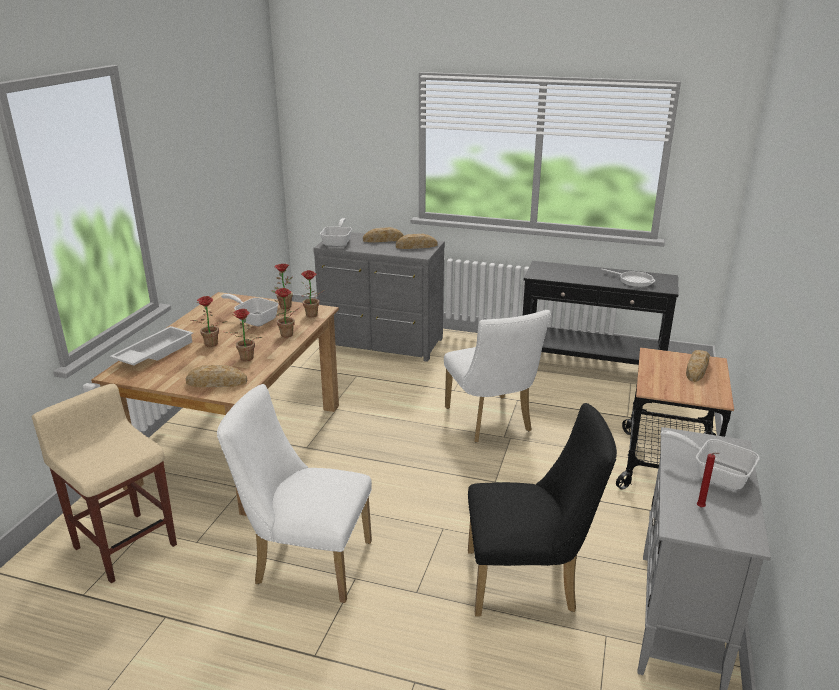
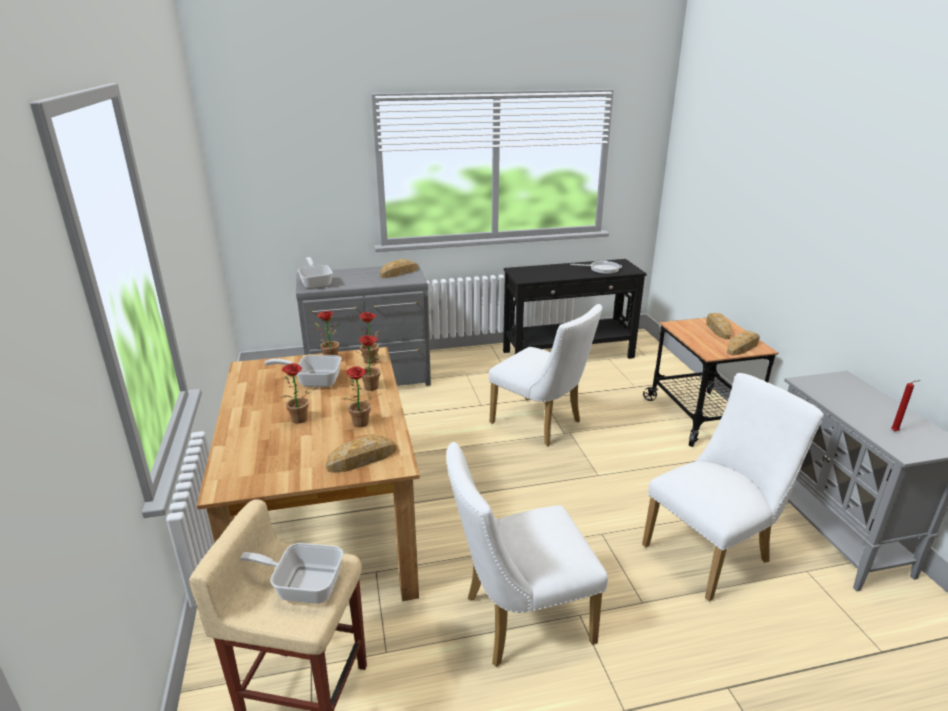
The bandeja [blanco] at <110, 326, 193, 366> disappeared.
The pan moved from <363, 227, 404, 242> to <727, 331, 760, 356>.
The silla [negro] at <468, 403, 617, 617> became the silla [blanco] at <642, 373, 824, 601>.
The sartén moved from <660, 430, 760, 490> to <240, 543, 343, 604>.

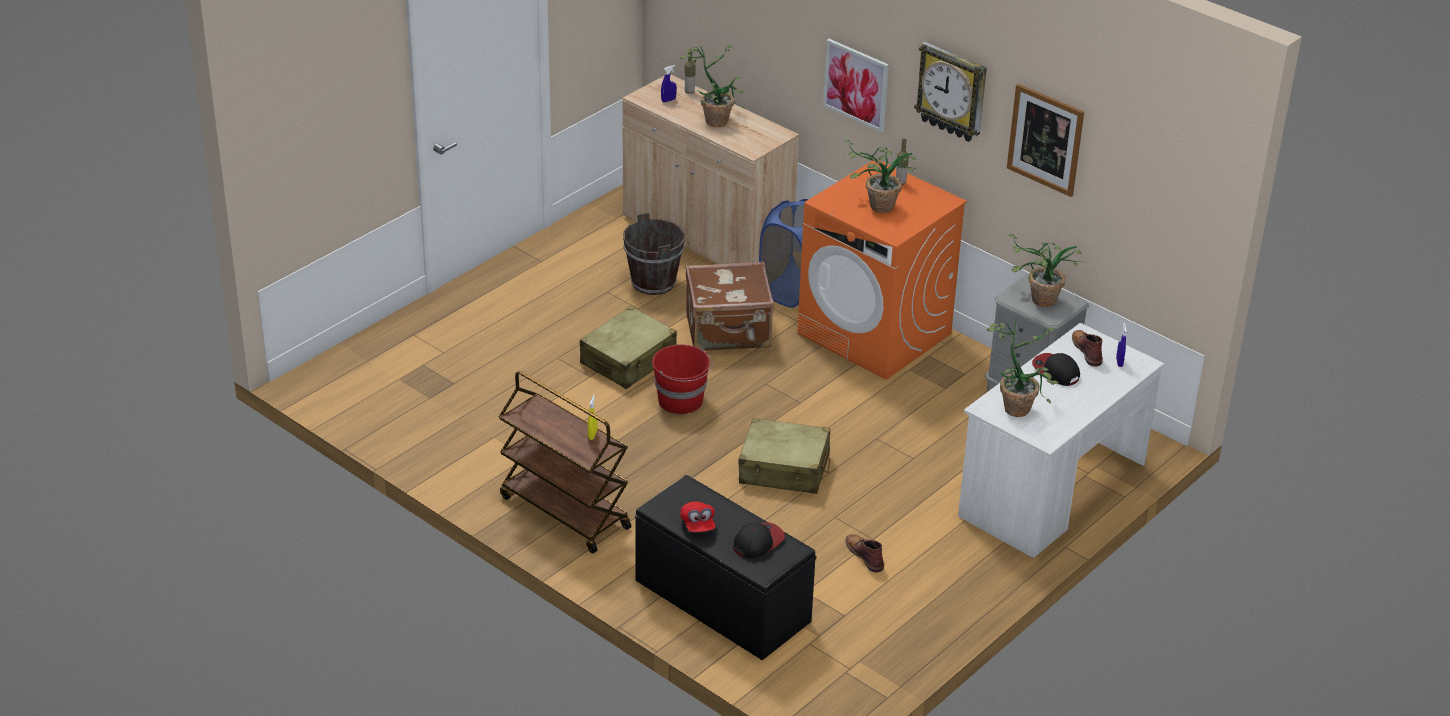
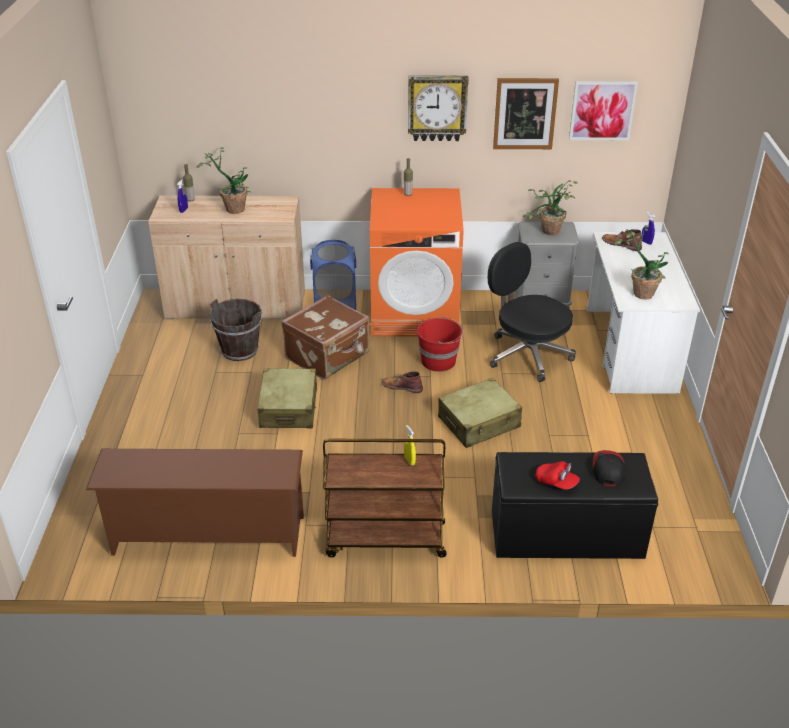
The cubo [rojo] moved from <652, 344, 713, 414> to <417, 317, 464, 372>.
The cuadro moved from <823, 39, 889, 132> to <569, 81, 638, 140>.
The planta en maceta at <844, 140, 921, 213> disappeared.
The bota [marrón] moved from <845, 534, 884, 573> to <381, 371, 423, 393>.
The gorra at <1032, 353, 1080, 386> disappeared.
The zapatero [marrón] at <86, 449, 304, 557> appeared.
The silla de oficina [negro] at <488, 242, 576, 382> appeared.

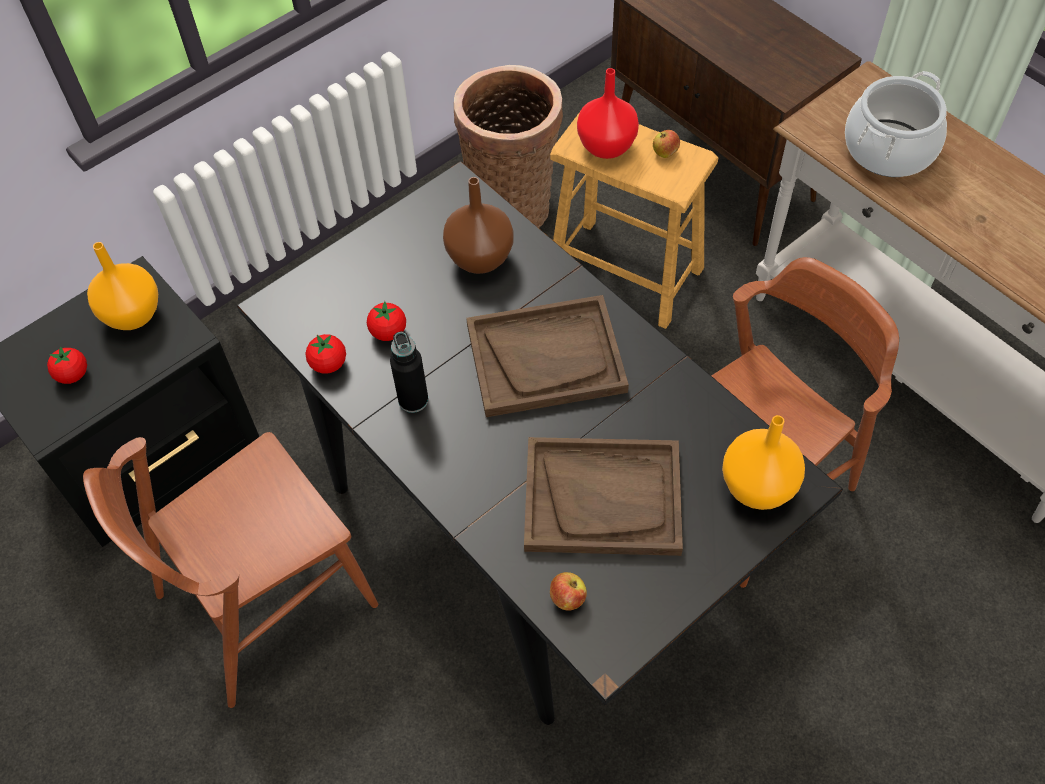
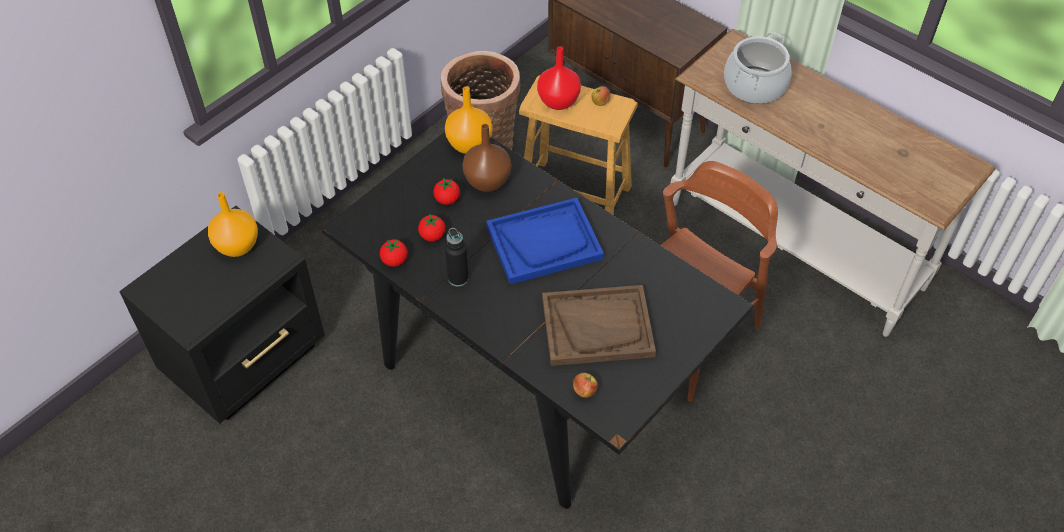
The tomate moved from <47, 346, 87, 384> to <433, 178, 460, 205>.
The silla [marrón] at <83, 432, 378, 708> disappeared.
The bandeja [marrón] at <466, 295, 629, 417> became the bandeja [azul] at <486, 198, 604, 284>.
The florero [naranja] moved from <722, 415, 805, 510> to <445, 86, 492, 154>.

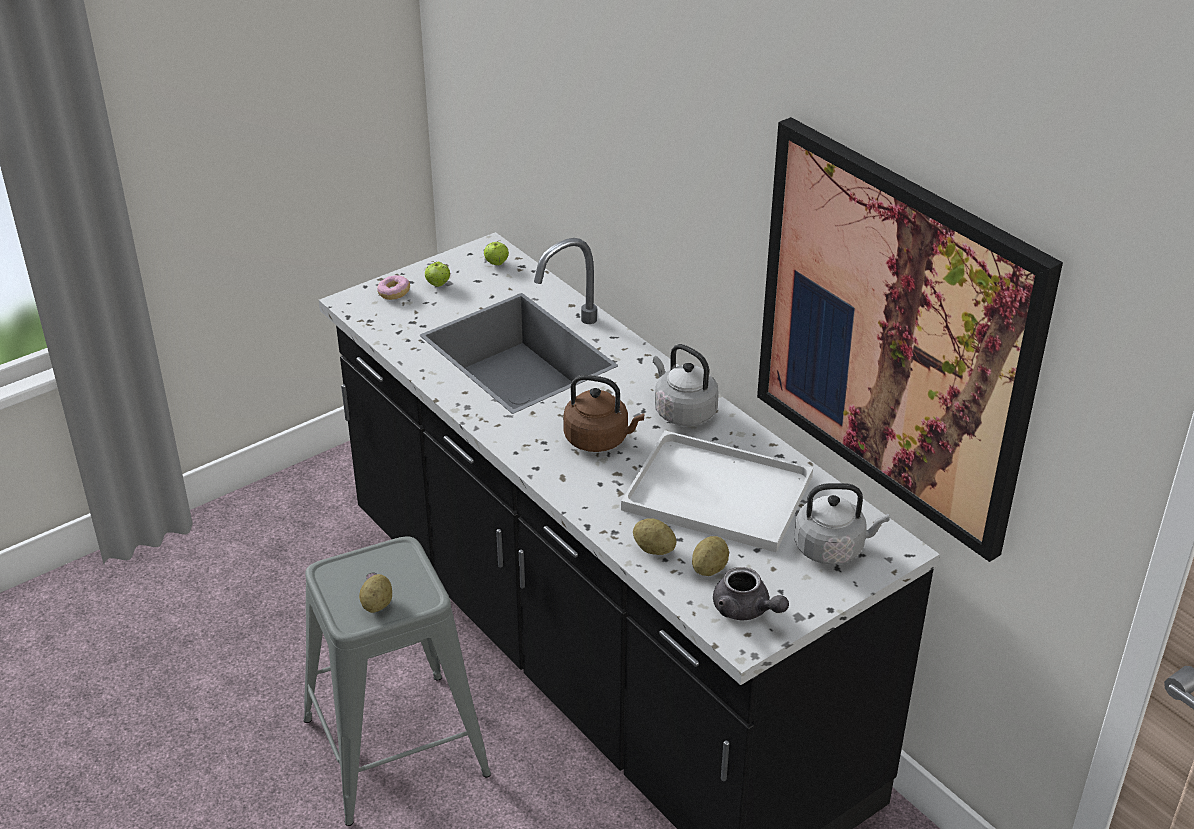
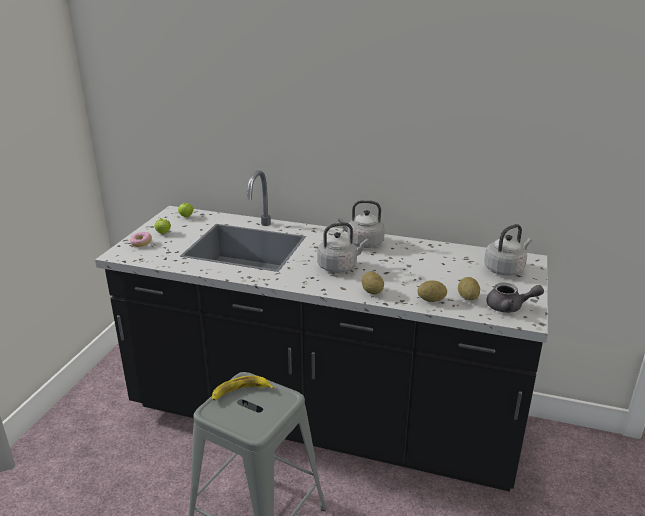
The patata moved from <359, 574, 392, 613> to <362, 271, 384, 294>.
The hervidor [marrón] at <563, 375, 645, 452> became the hervidor [gris] at <317, 222, 368, 273>.
The bandeja [blanco] at <621, 430, 813, 552> disappeared.
The cuadro at <757, 117, 1063, 562> disappeared.
The plátano at <212, 376, 274, 401> appeared.

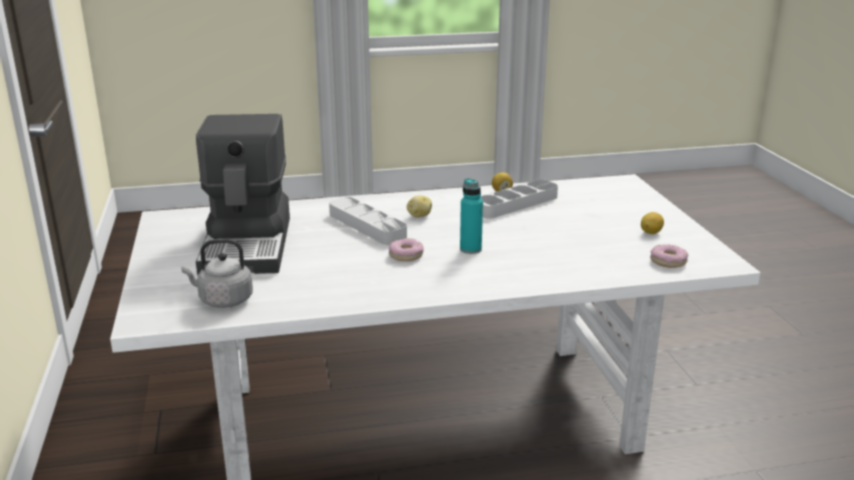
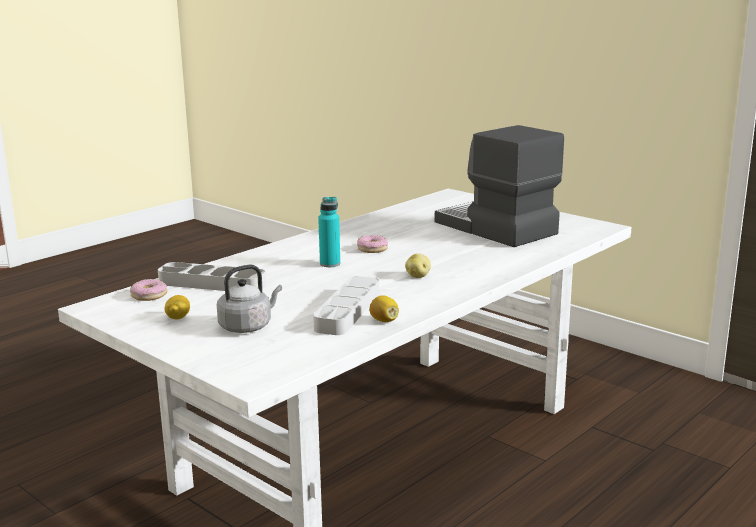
The hervidor [gris] moved from <181, 239, 253, 308> to <217, 264, 282, 333>.
The bandeja [gris] moved from <329, 197, 407, 245> to <158, 262, 266, 291>.

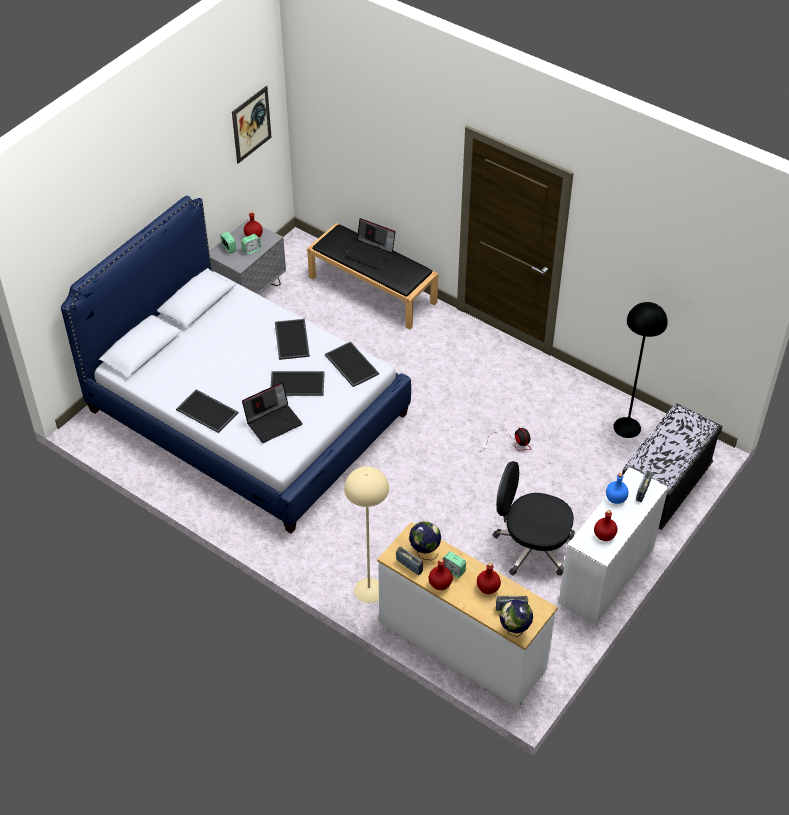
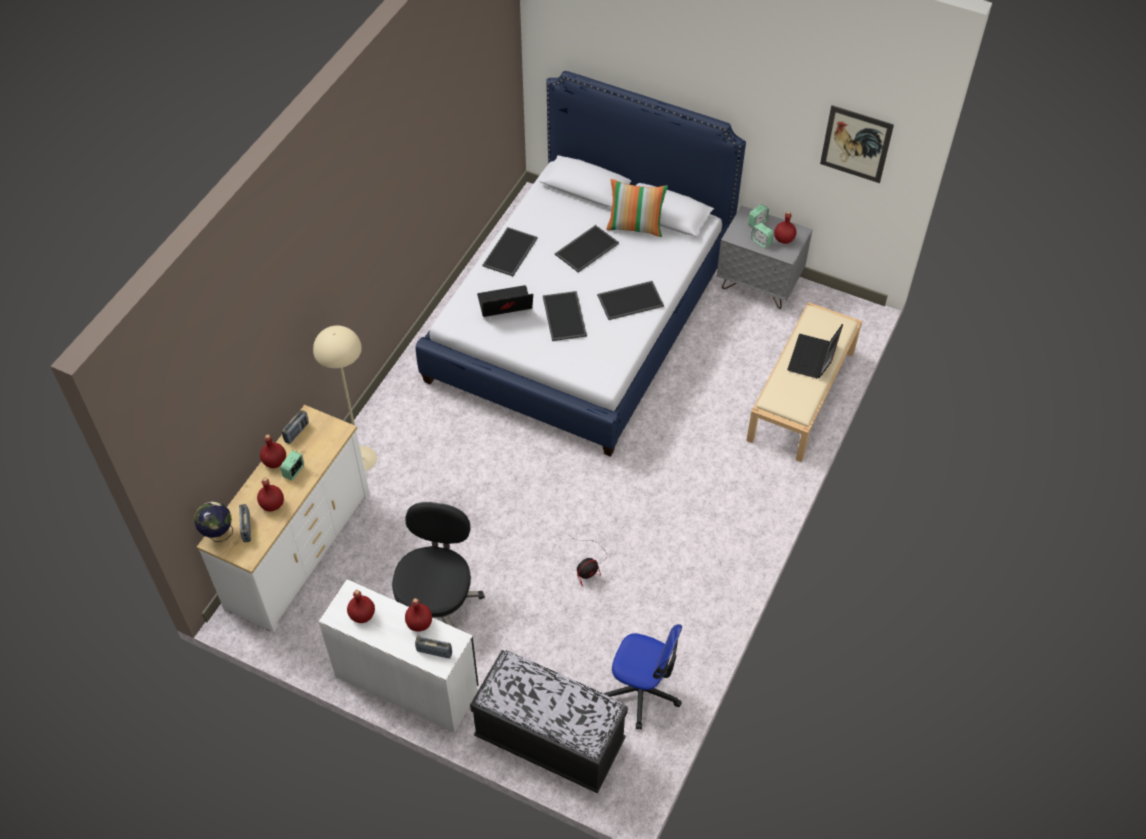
The portátil at <242, 382, 303, 443> turned 120 degrees clockwise.
The banco [negro] at <307, 223, 438, 330> became the banco [beis] at <746, 302, 862, 462>.
The bandeja moved from <325, 342, 379, 387> to <555, 225, 619, 272>.
The globo terráqueo at <409, 521, 441, 560> disappeared.
The botella [azul] at <606, 473, 628, 504> became the botella [rojo] at <405, 598, 432, 632>.
The lámpara de pie [negro] at <613, 302, 668, 438> was replaced by the silla de oficina at <603, 624, 682, 730>.
The cojín at <606, 179, 668, 237> appeared.

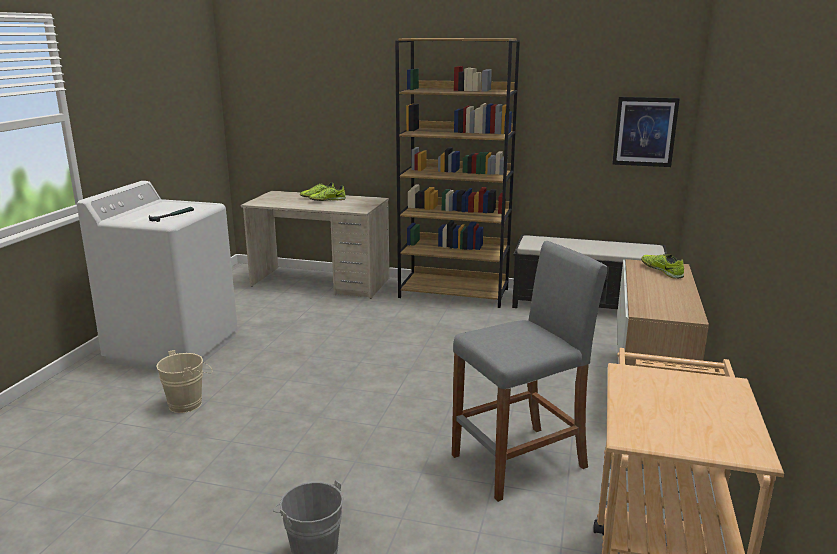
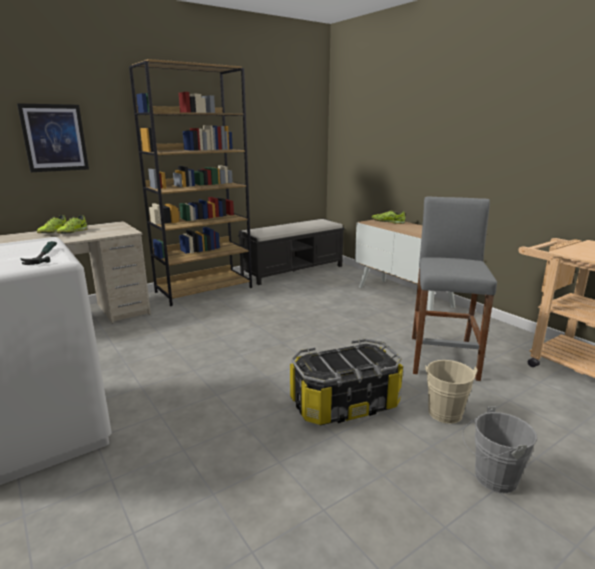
The cubo [beis] moved from <156, 350, 212, 413> to <425, 360, 478, 424>.
The cuadro moved from <612, 97, 680, 167> to <17, 103, 89, 172>.
The caja de almacenaje at <290, 339, 403, 425> appeared.

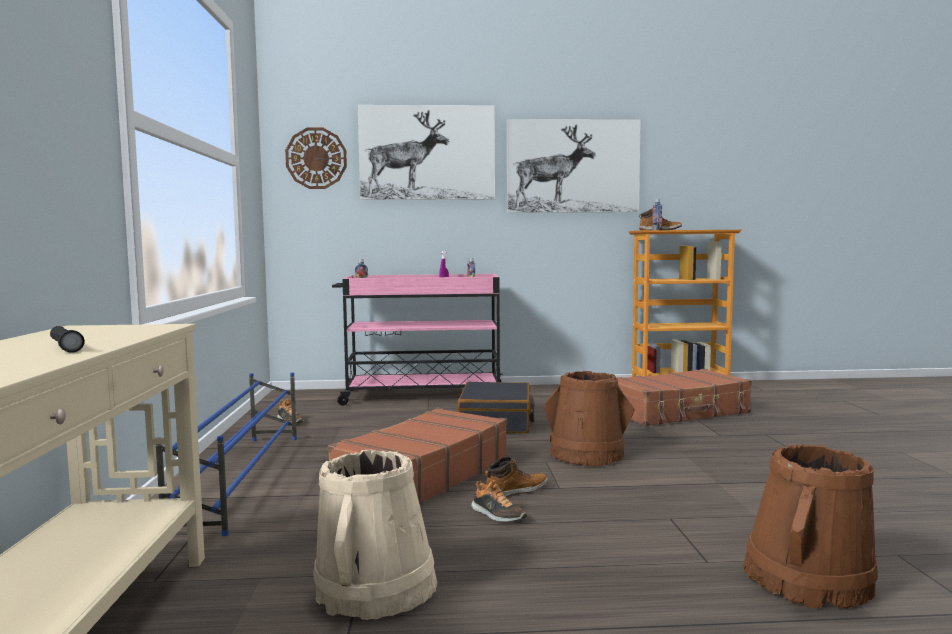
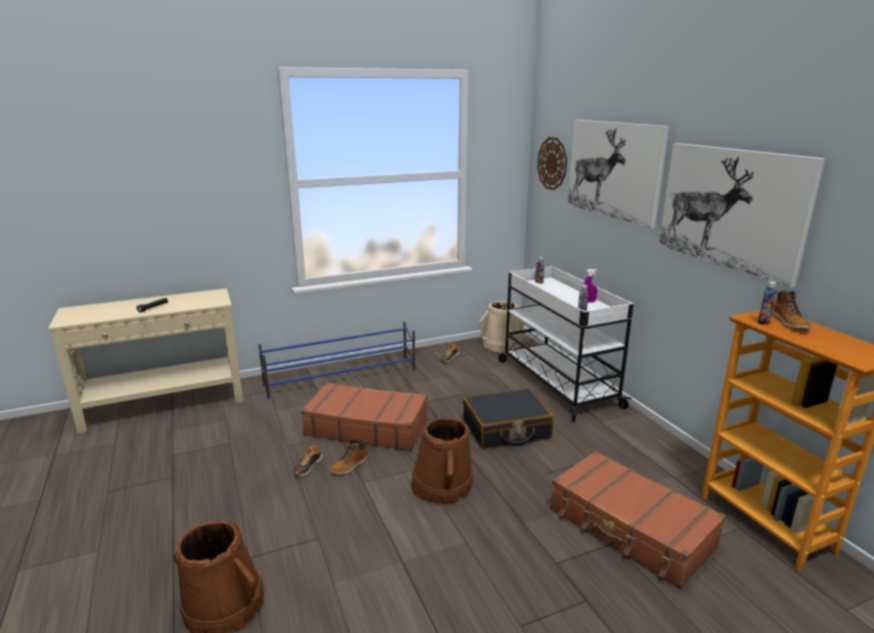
The cubo [beis] moved from <313, 450, 437, 620> to <479, 301, 525, 353>.
The carrito [rosa] at <332, 274, 503, 406> became the carrito [blanco] at <498, 266, 634, 421>.
The bota at <485, 456, 548, 497> turned 90 degrees clockwise.

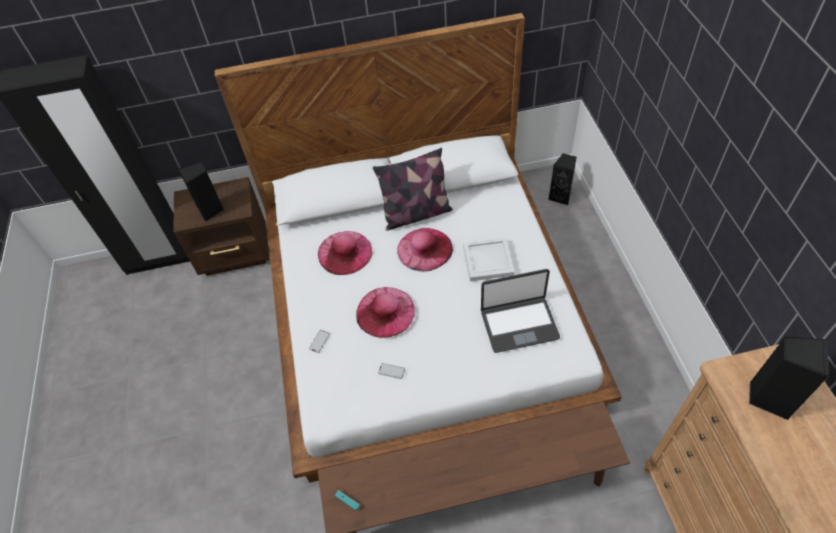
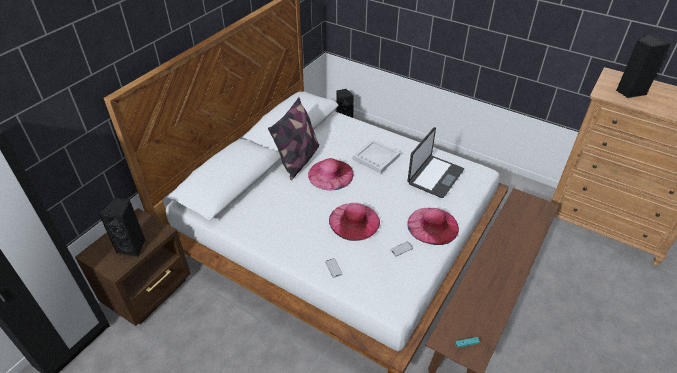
The sombrero [rosa] moved from <318, 231, 372, 275> to <407, 208, 459, 245>.

